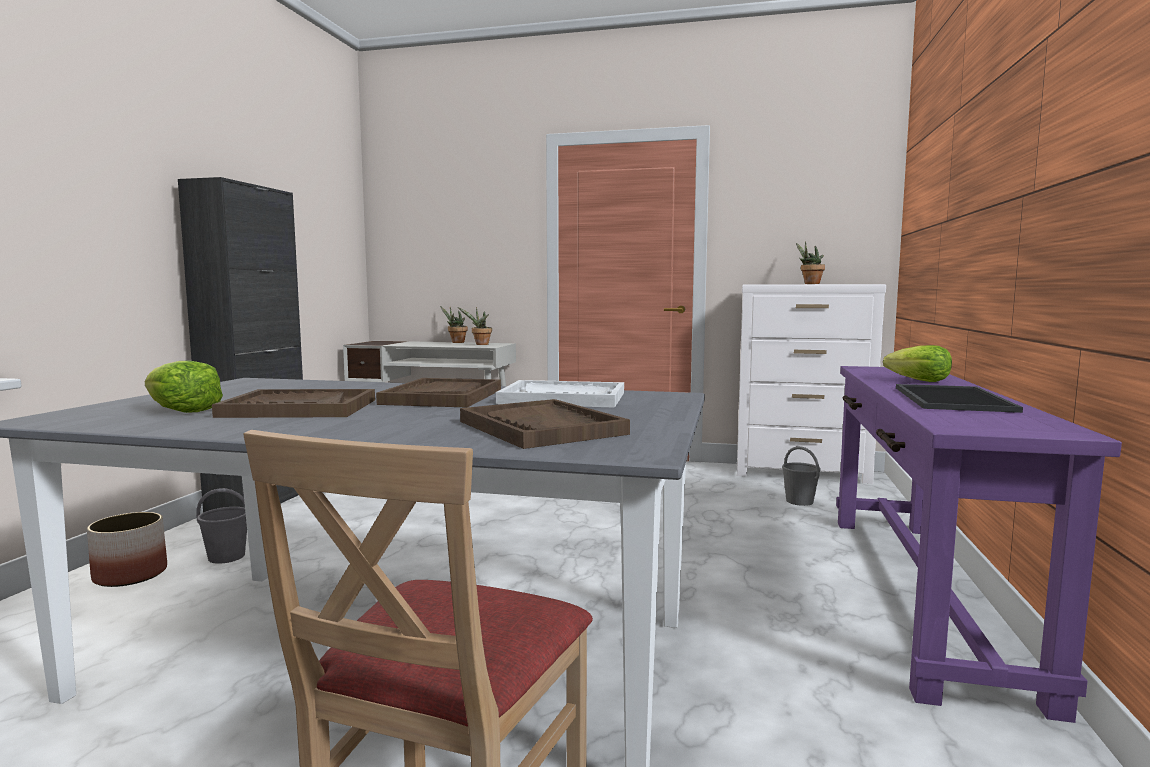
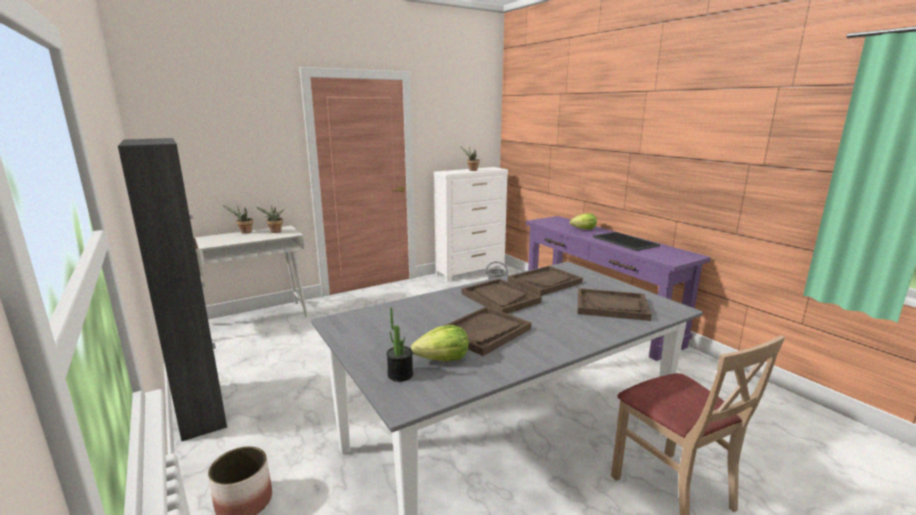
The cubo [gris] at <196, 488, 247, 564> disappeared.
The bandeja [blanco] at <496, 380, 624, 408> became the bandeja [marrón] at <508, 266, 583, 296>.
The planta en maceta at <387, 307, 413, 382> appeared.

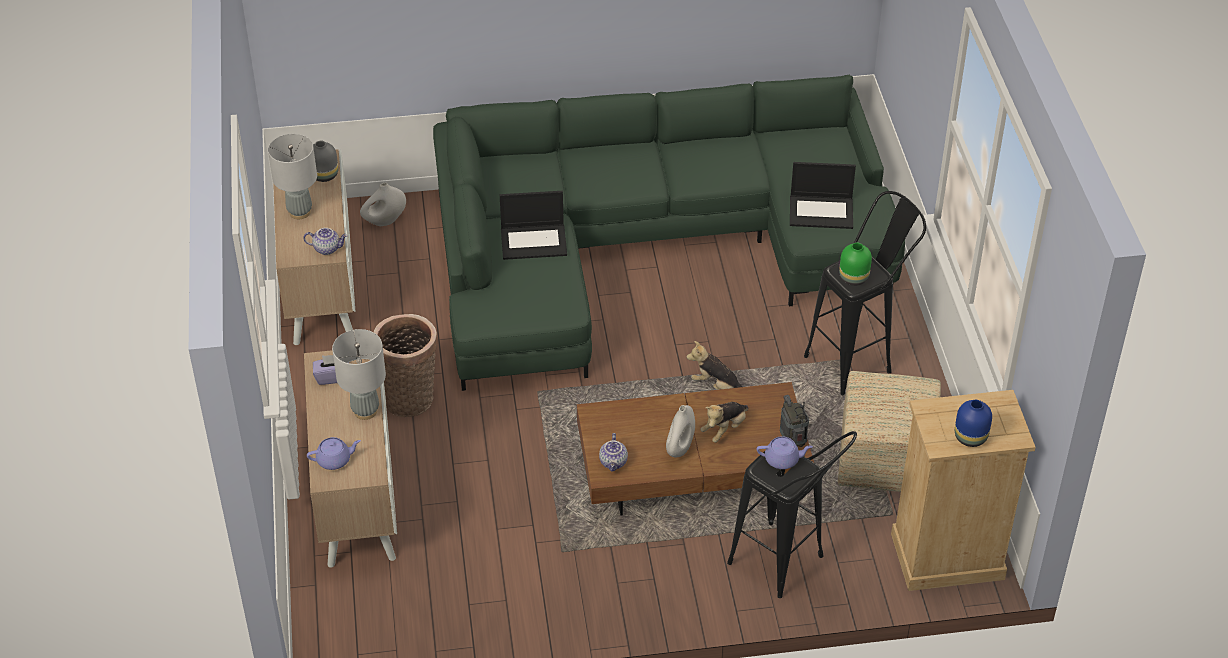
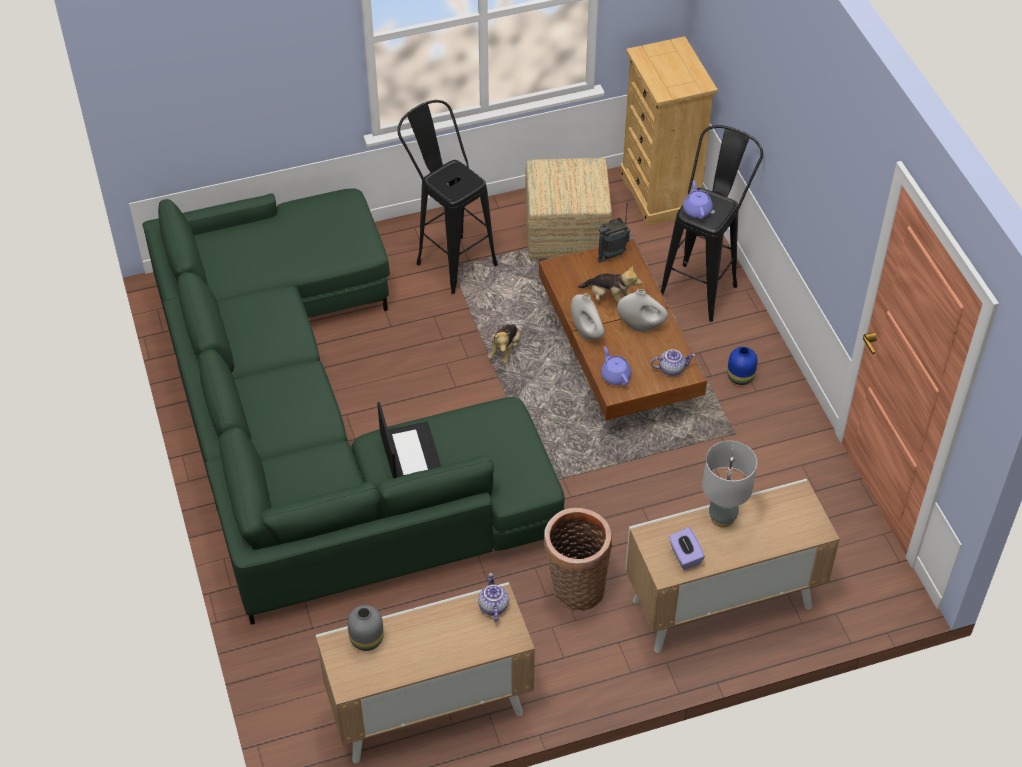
The lámpara de mesa [gris] at <268, 134, 317, 219> disappeared.
The tetera [morado] moved from <307, 437, 361, 470> to <601, 347, 632, 385>.
The florero [blanco] moved from <360, 183, 406, 226> to <571, 293, 605, 341>.
The portátil at <790, 162, 856, 229> disappeared.
The florero [verde] at <839, 243, 872, 286> disappeared.
The florero [azul] moved from <955, 400, 992, 447> to <727, 347, 758, 385>.

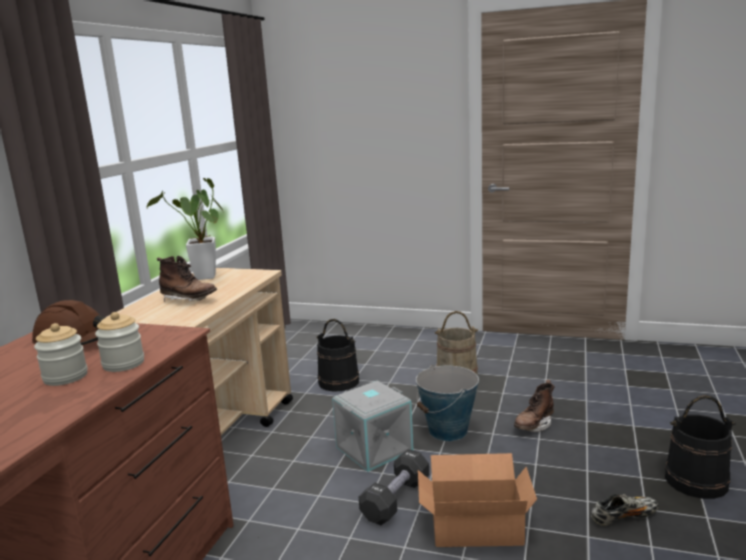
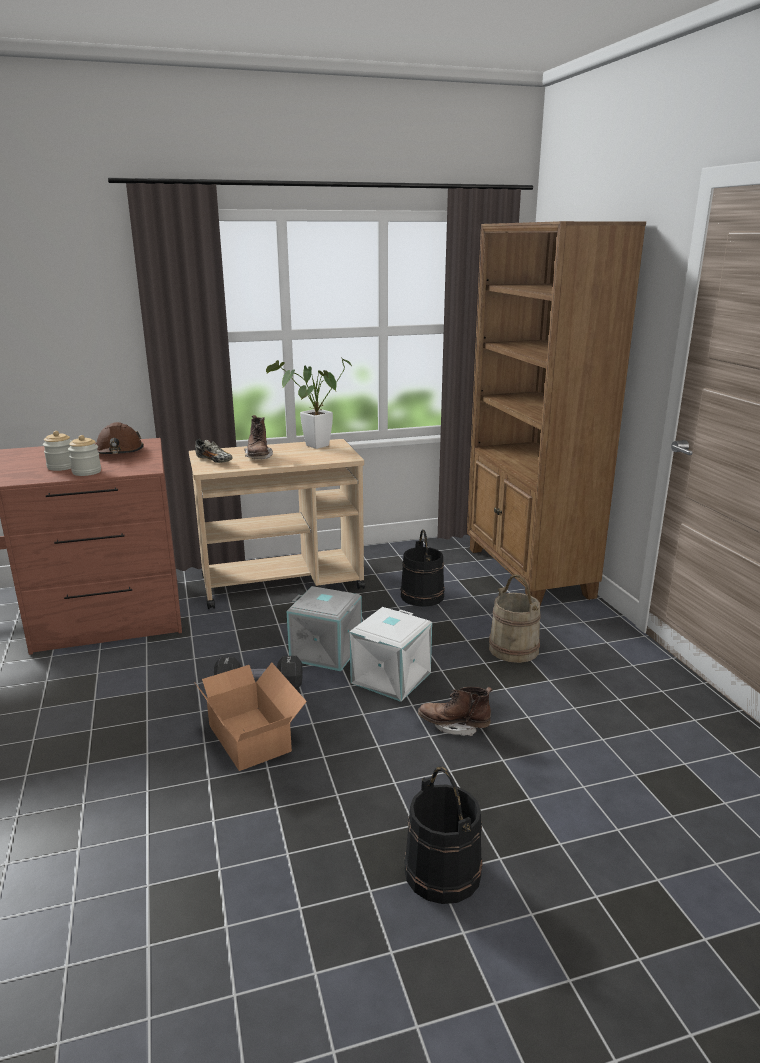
The cubo at <416, 365, 479, 441> was replaced by the caja de almacenaje [blanco] at <350, 607, 432, 702>.
The zapato moved from <591, 494, 659, 526> to <195, 439, 233, 463>.
The estantería [marrón] at <467, 221, 646, 605> appeared.

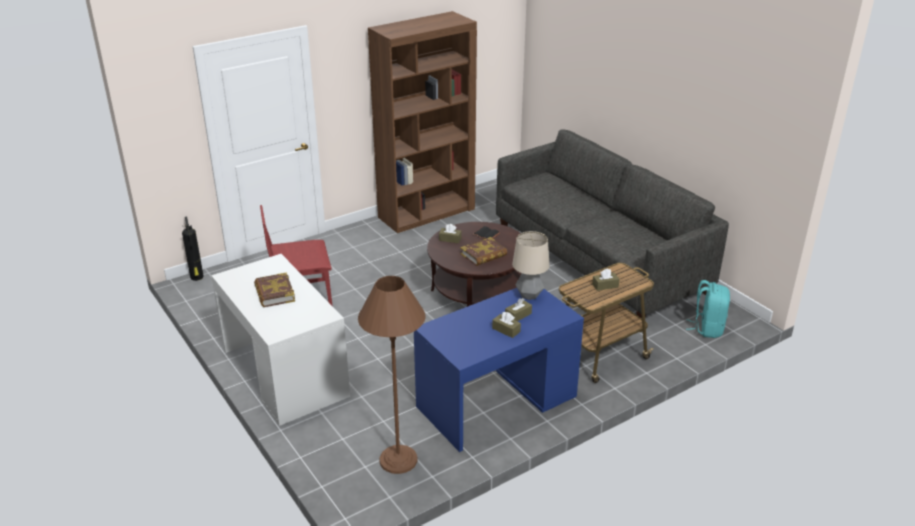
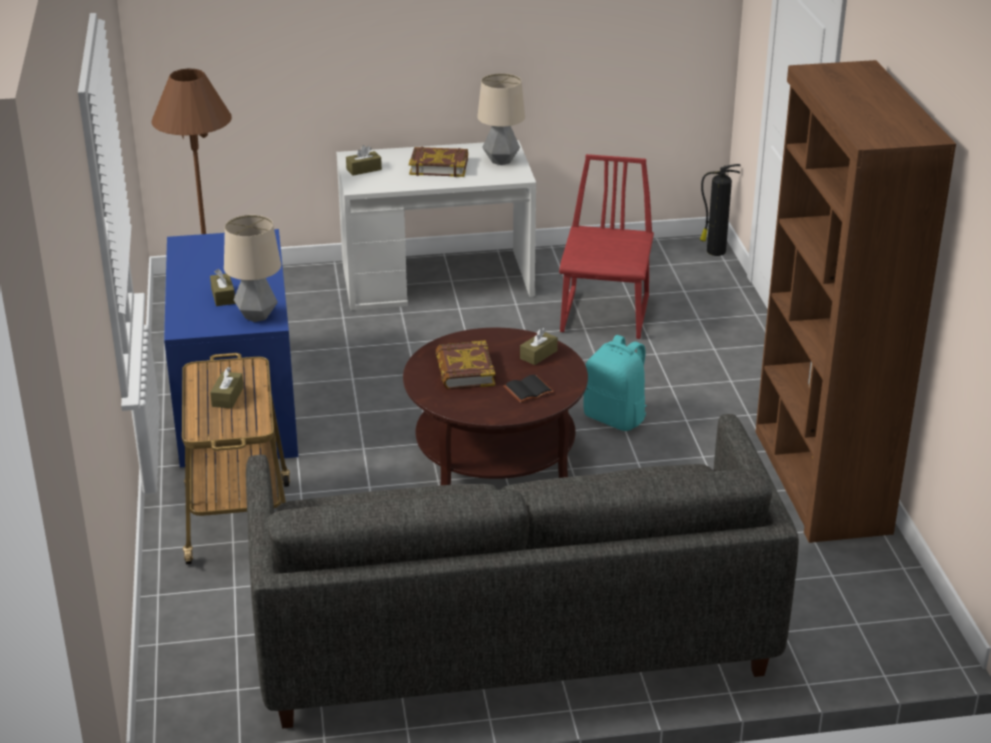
The caja de pañuelos [marrón] moved from <492, 312, 521, 338> to <346, 145, 382, 176>.
The mochila [turquesa] moved from <686, 280, 730, 338> to <583, 335, 646, 431>.
The lámpara de mesa at <477, 73, 525, 165> appeared.

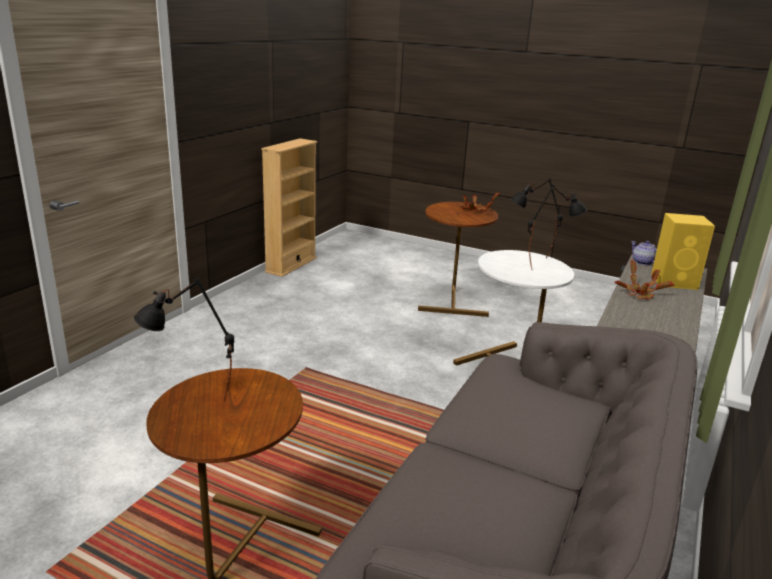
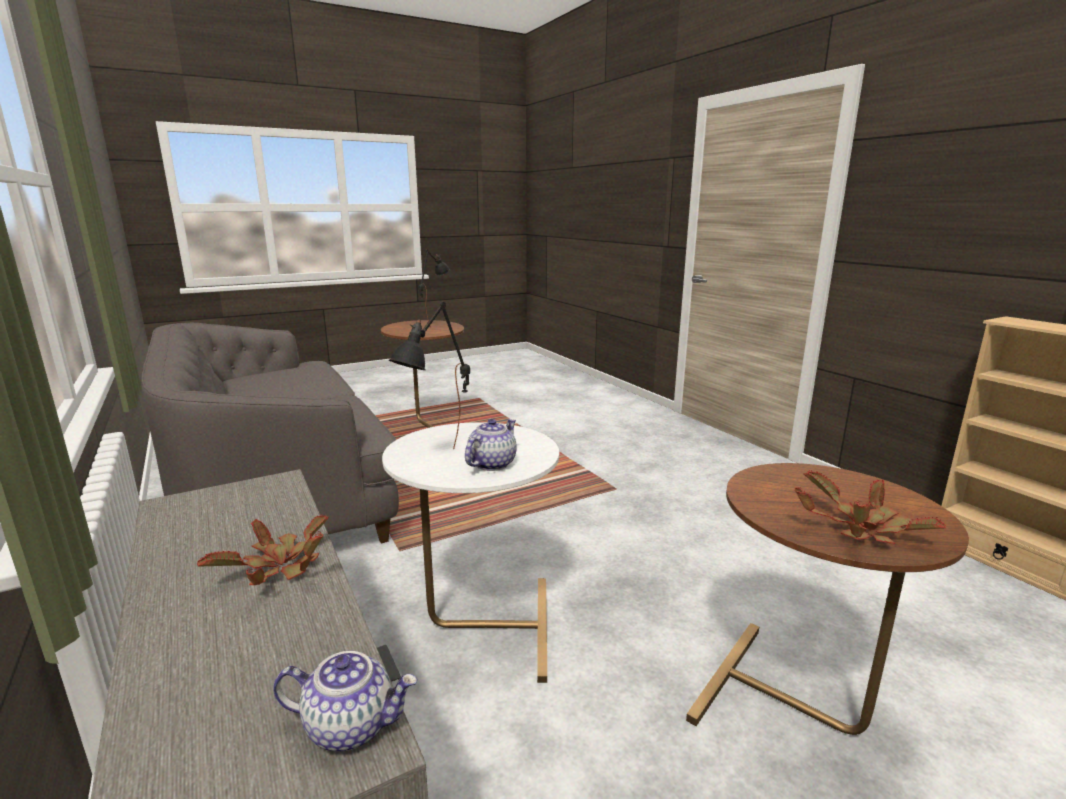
The lámpara de mesa [negro] at <510, 178, 563, 258> was replaced by the tetera at <465, 419, 517, 471>.
The altavoz [amarillo] at <651, 213, 715, 290> disappeared.

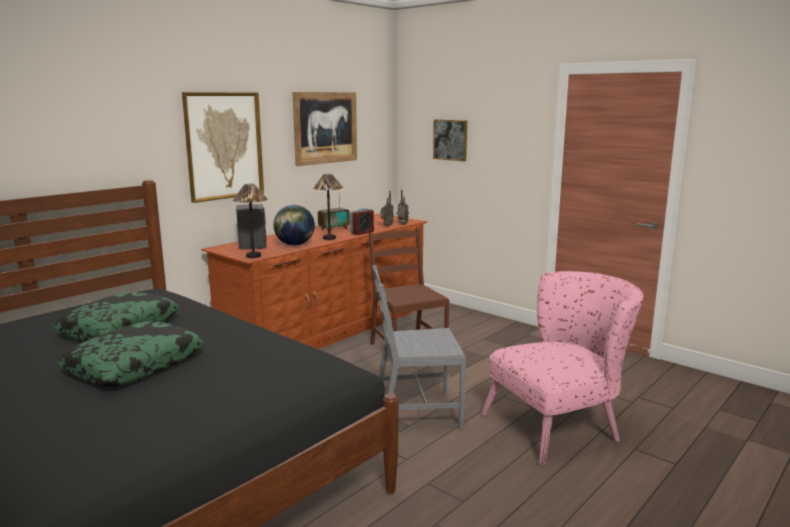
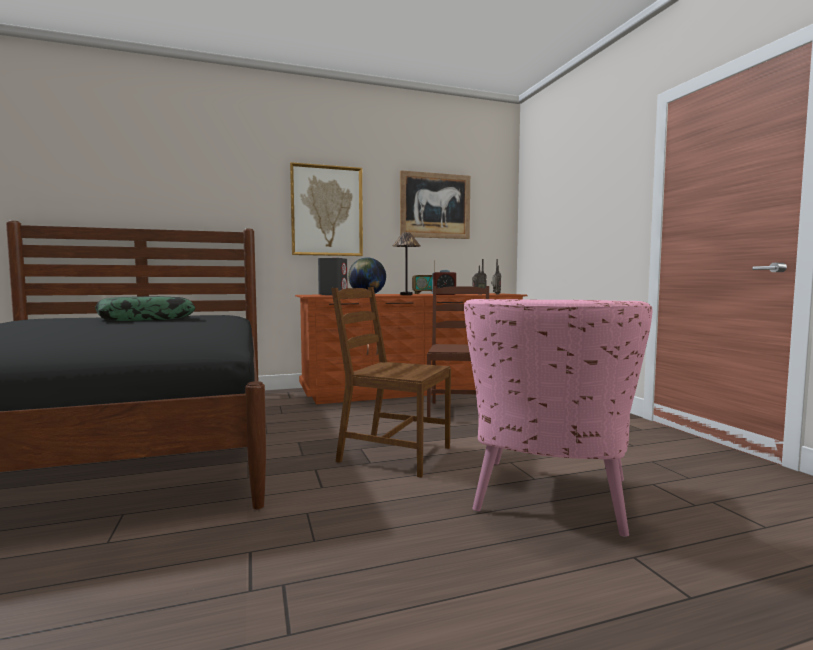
The cojín at <57, 322, 204, 387> disappeared.
The lámpara de mesa at <233, 184, 267, 258> disappeared.
The silla [gris] at <372, 265, 466, 429> became the silla [marrón] at <331, 287, 451, 478>.
The cuadro at <433, 119, 467, 162> disappeared.
The sillón [rosa] at <481, 271, 643, 465> turned 105 degrees clockwise.

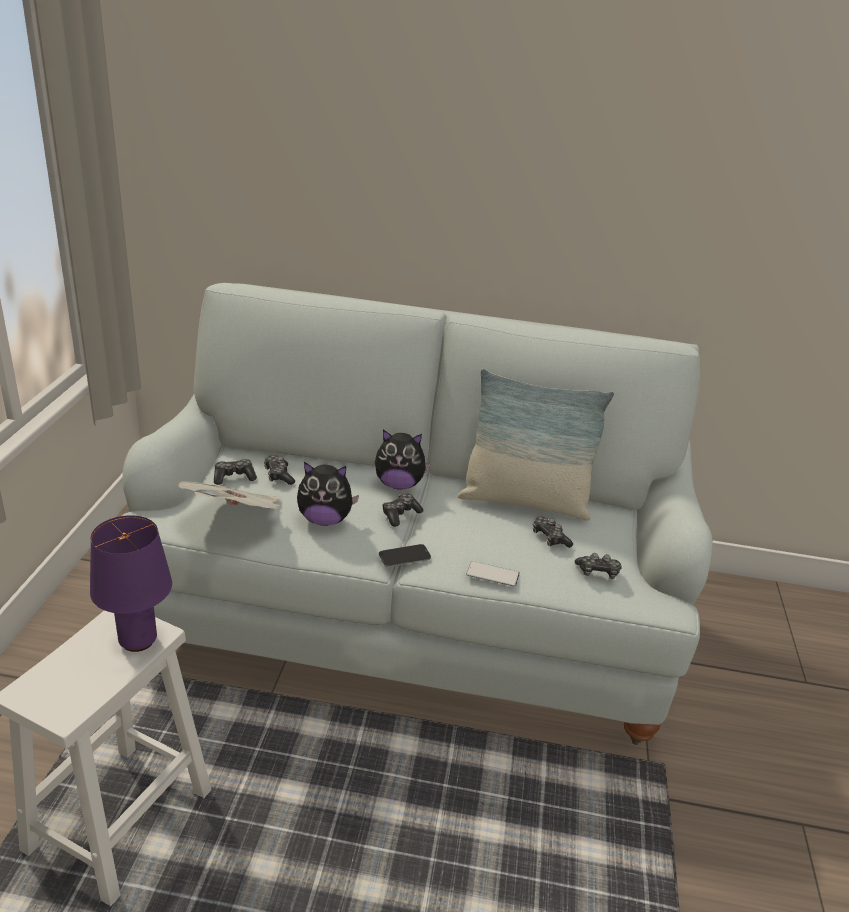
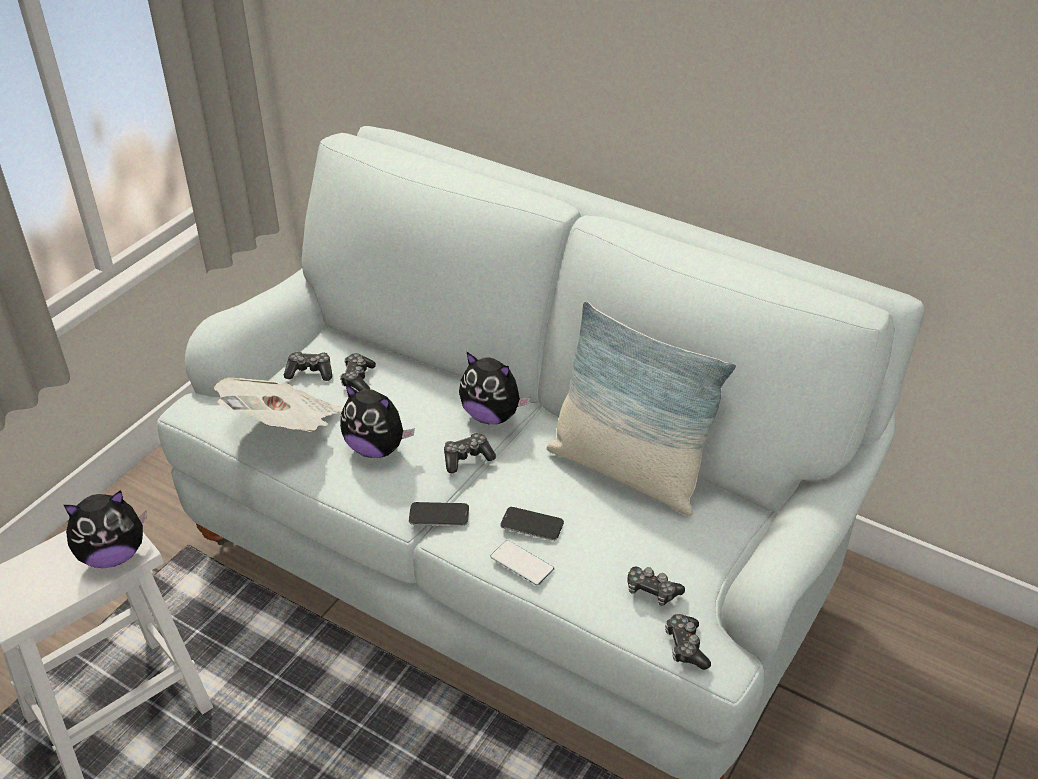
The lámpara de mesa [morado] at <90, 515, 172, 652> was replaced by the peluche at <64, 490, 146, 568>.
The mando de consola moved from <533, 516, 573, 548> to <665, 614, 711, 670>.
The móvil at <501, 507, 564, 541> appeared.

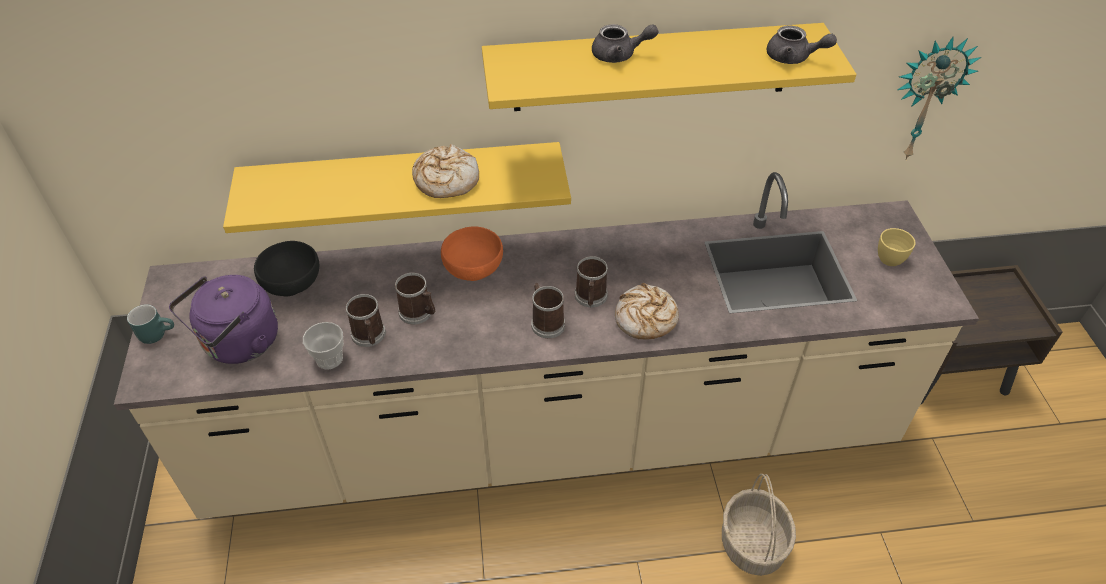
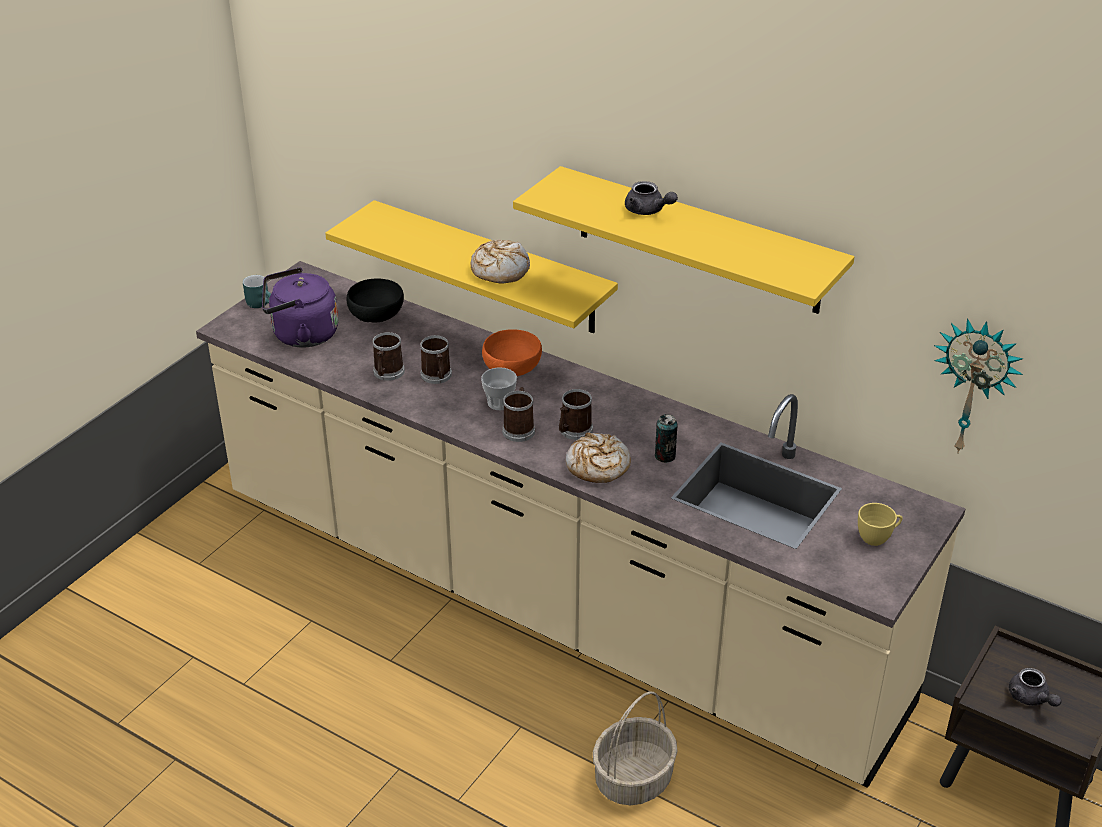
The taza moved from <303, 322, 344, 370> to <481, 367, 517, 410>.
The tetera [gris] moved from <767, 26, 837, 64> to <1009, 668, 1062, 707>.
The lata at <655, 414, 678, 463> appeared.

